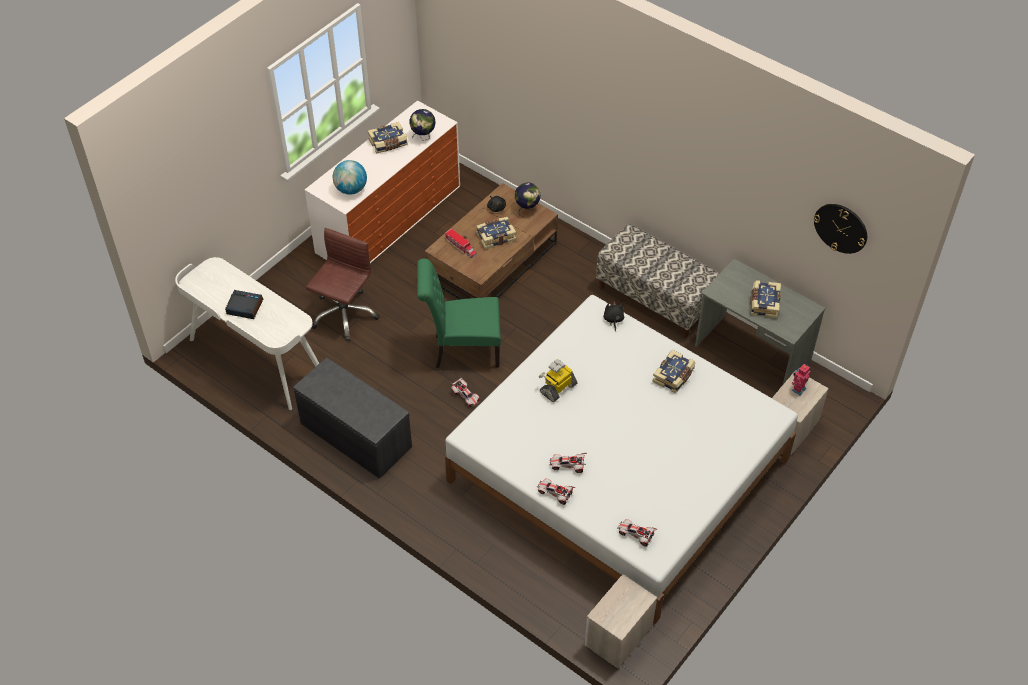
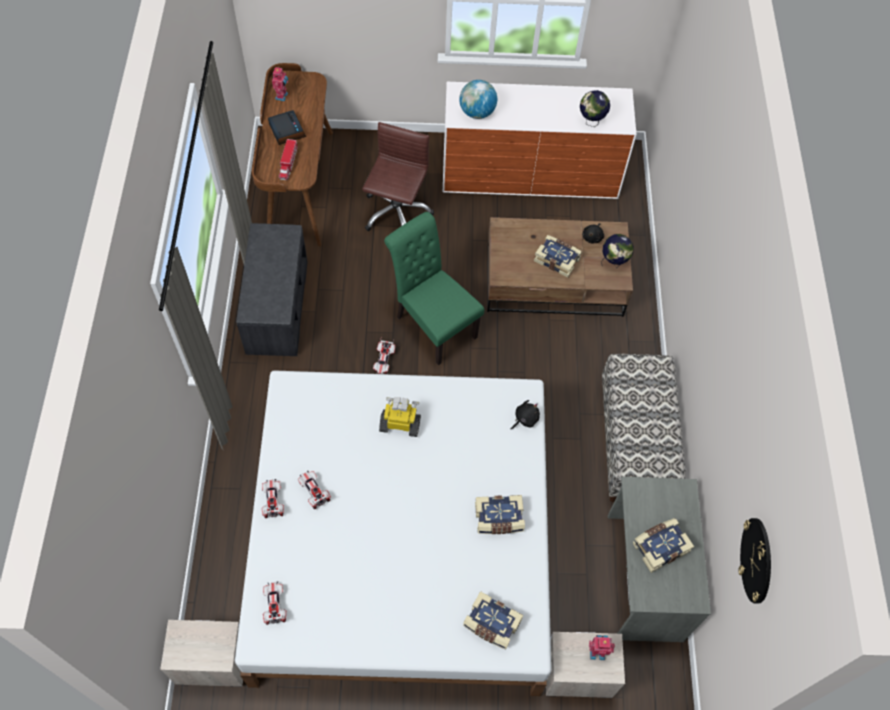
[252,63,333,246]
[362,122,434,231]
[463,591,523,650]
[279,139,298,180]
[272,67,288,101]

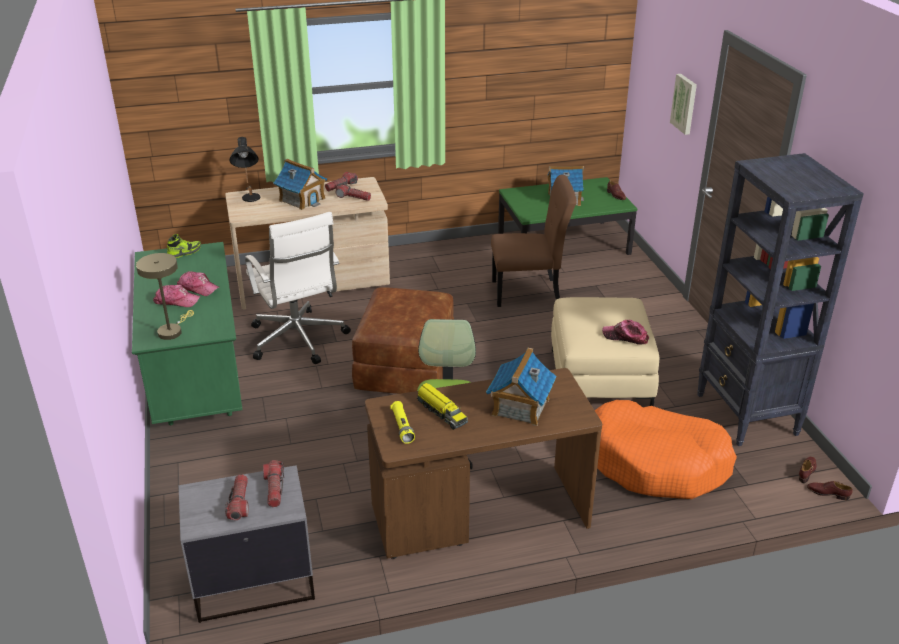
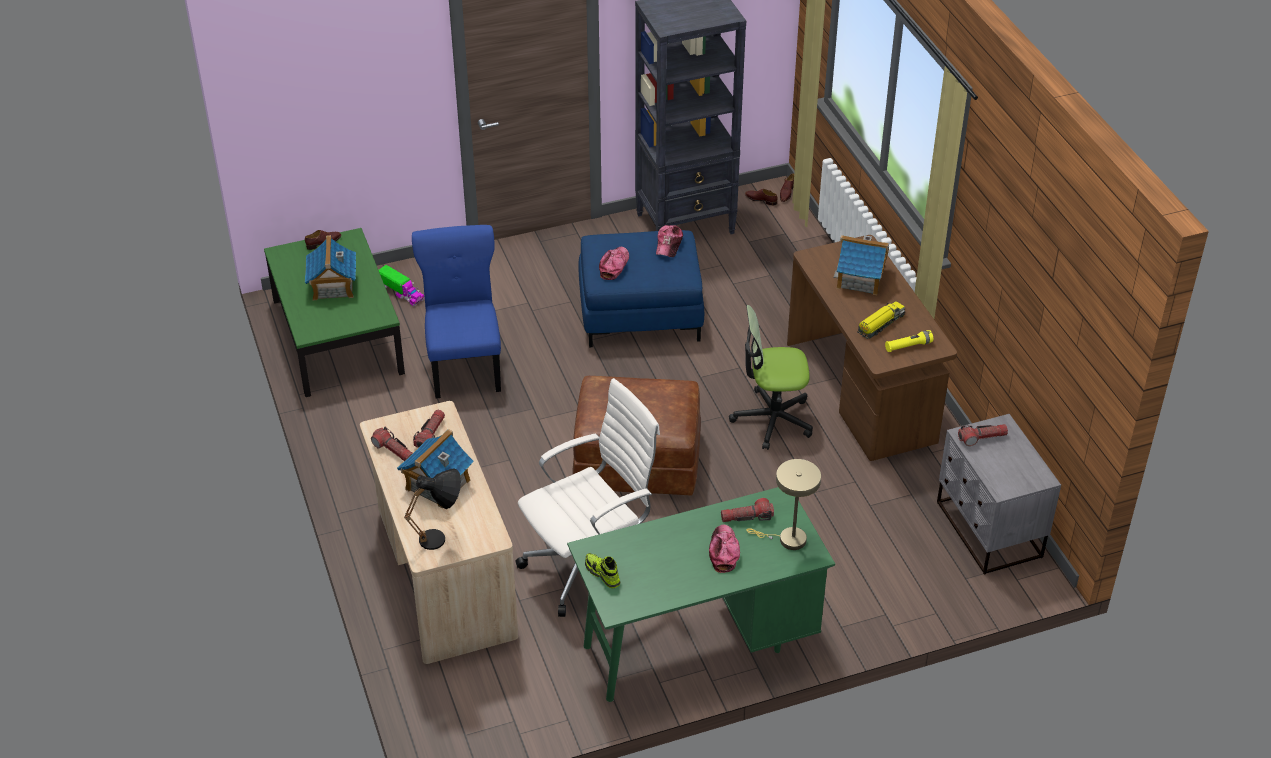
[599,247,629,280]
[721,498,774,522]
[412,225,501,398]
[578,230,704,347]
[595,400,737,499] (first image)
[670,74,697,135] (first image)
[379,265,425,306]

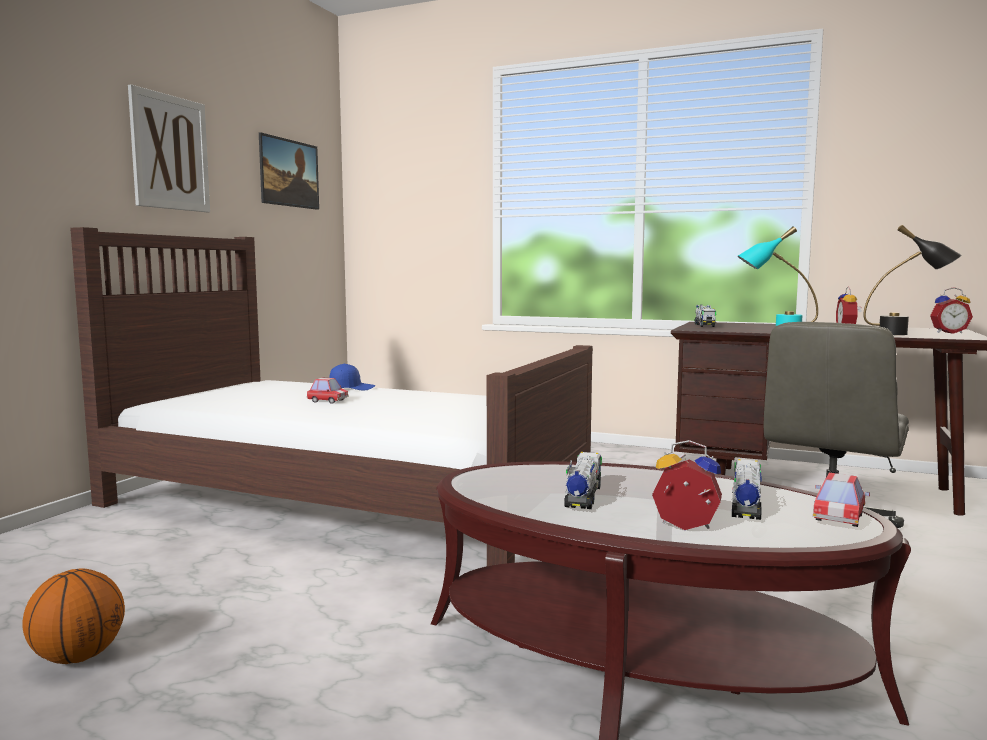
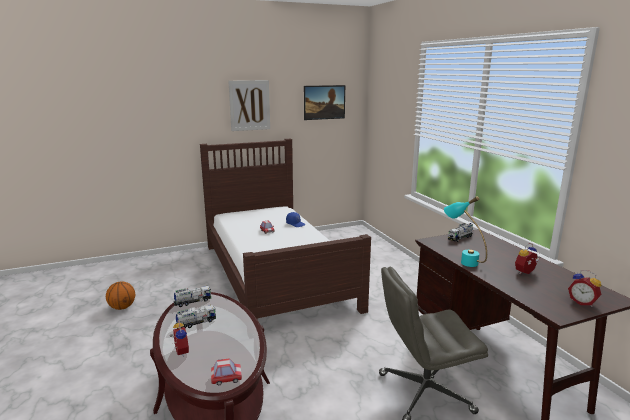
[173,286,211,307]
[863,225,961,335] (first image)

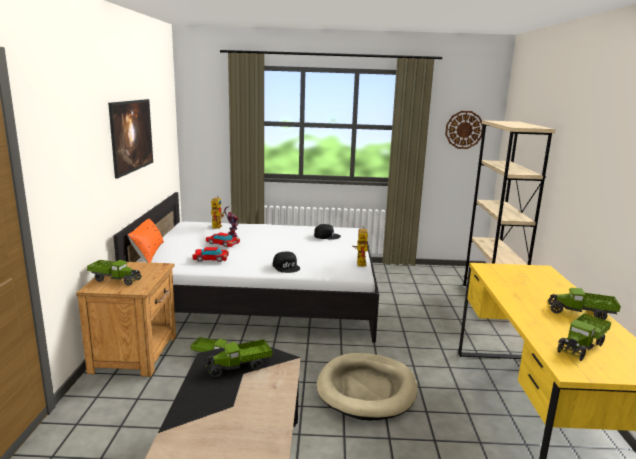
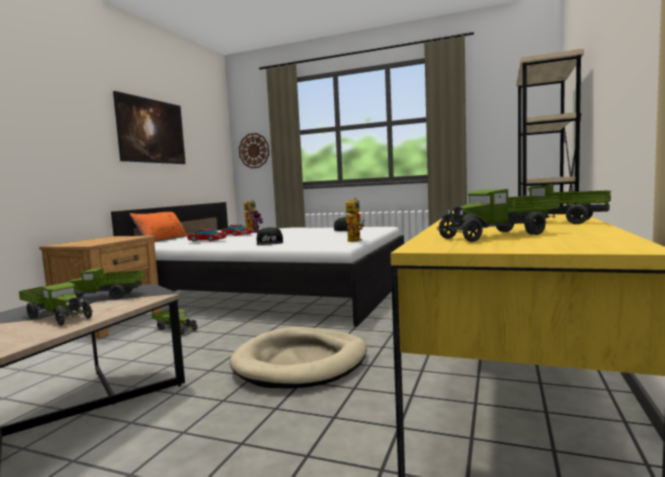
[19,282,93,326]
[239,133,269,168]

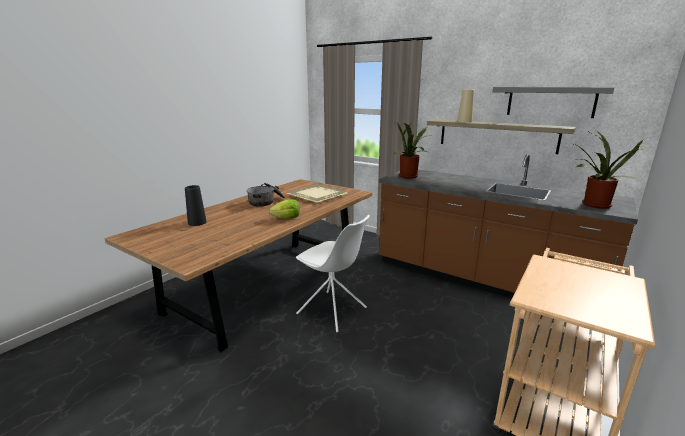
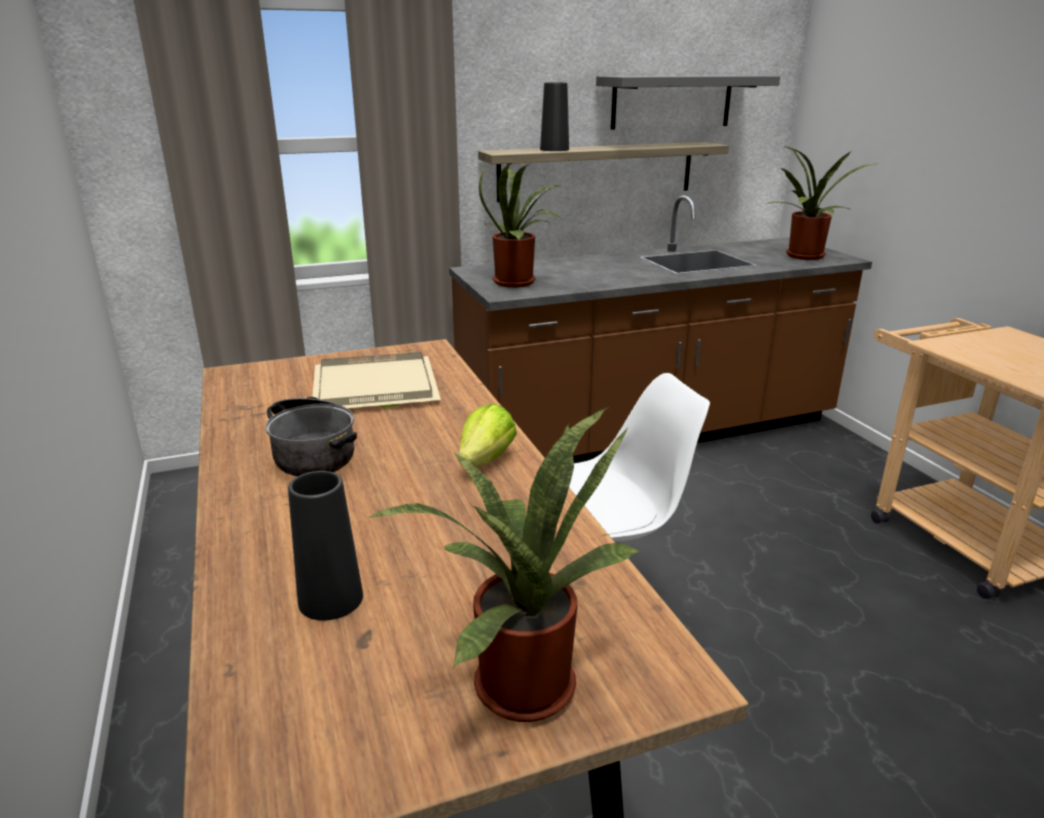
[540,82,569,151]
[370,407,641,722]

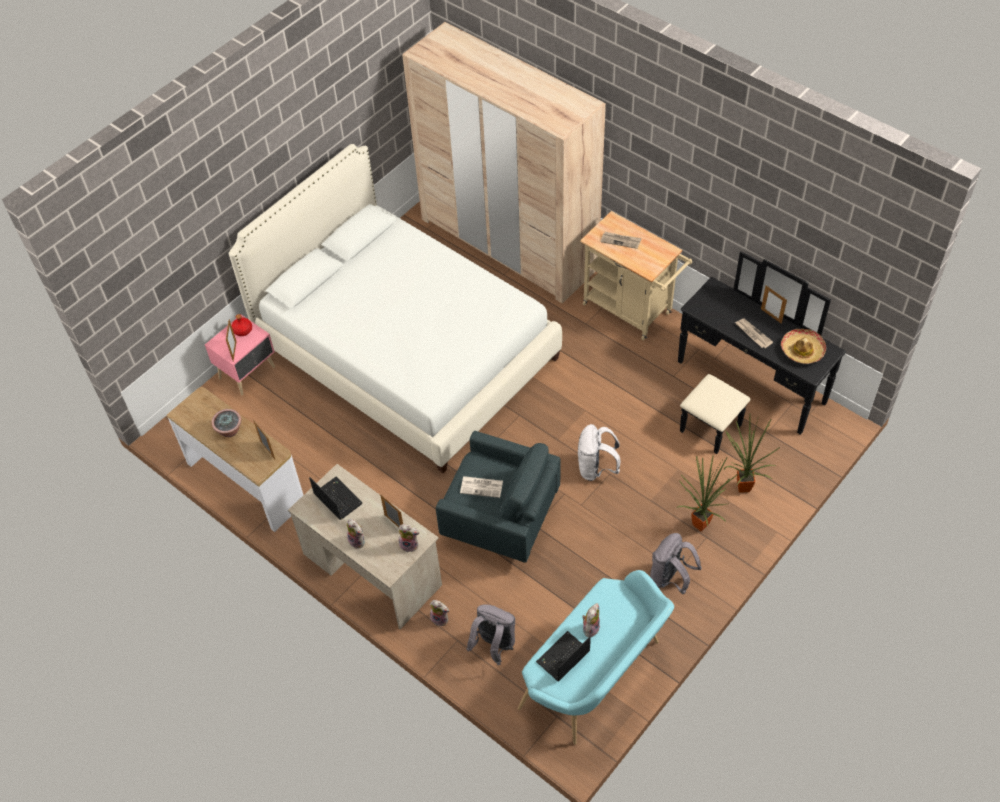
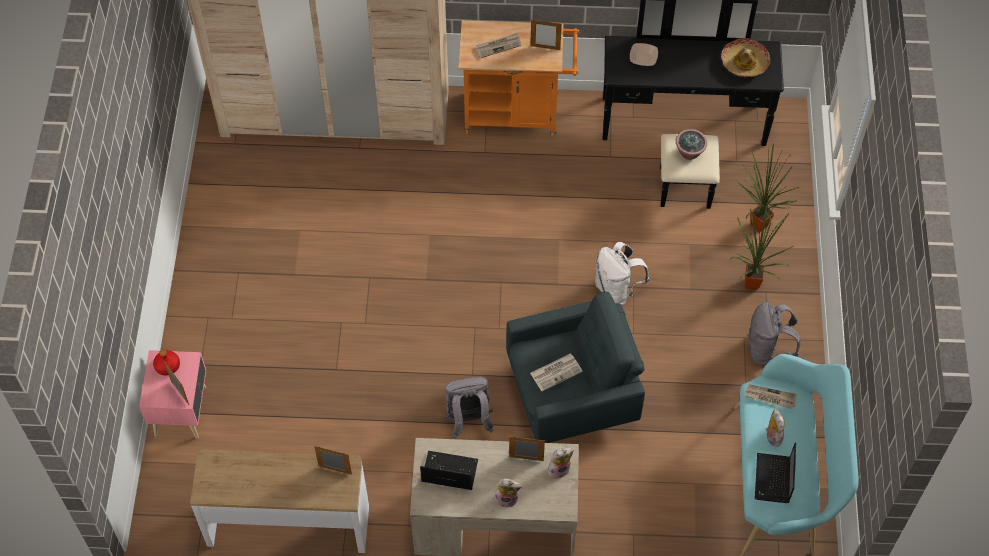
[676,129,707,160]
[229,144,562,473] (first image)
[430,600,449,626] (first image)
[445,377,493,439]
[458,20,579,137]
[745,384,797,409]
[530,19,562,50]
[630,43,658,66]

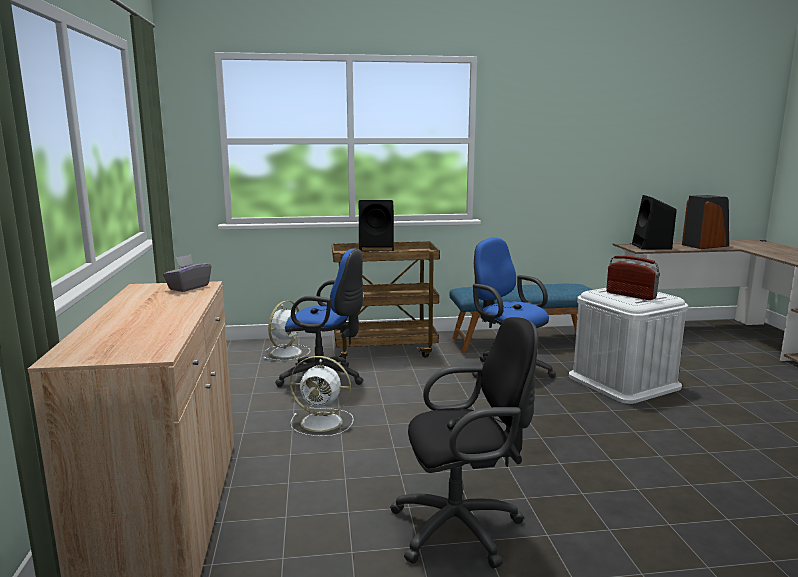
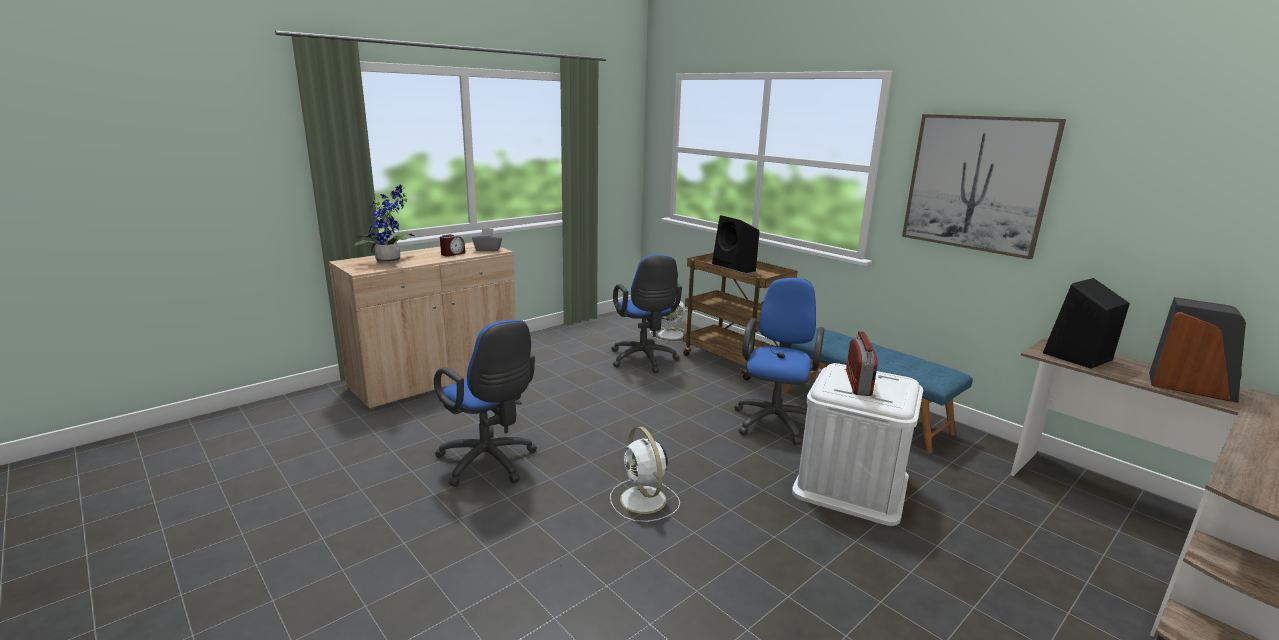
[610,426,680,522]
[434,320,537,487]
[354,185,415,264]
[440,234,465,257]
[902,114,1066,259]

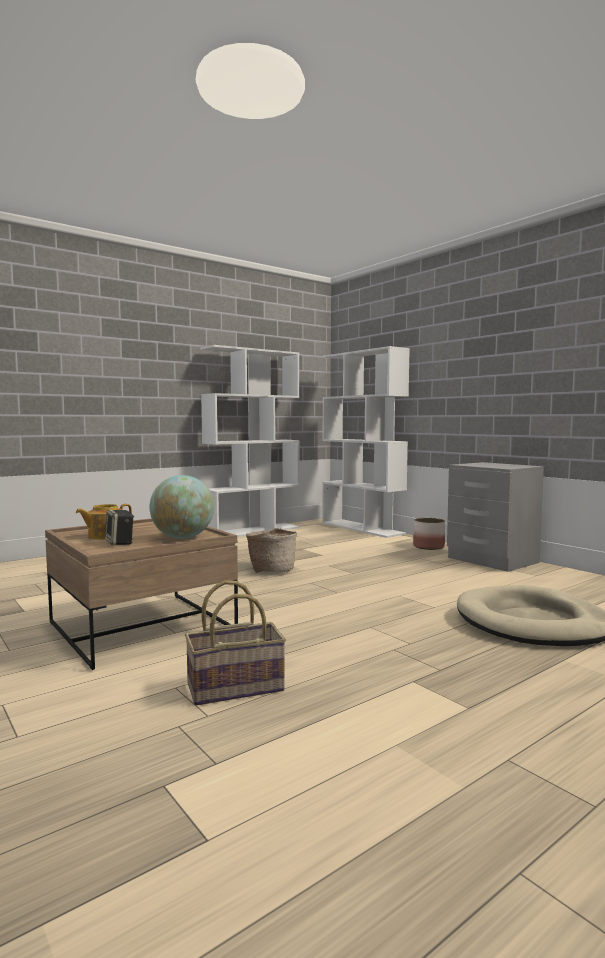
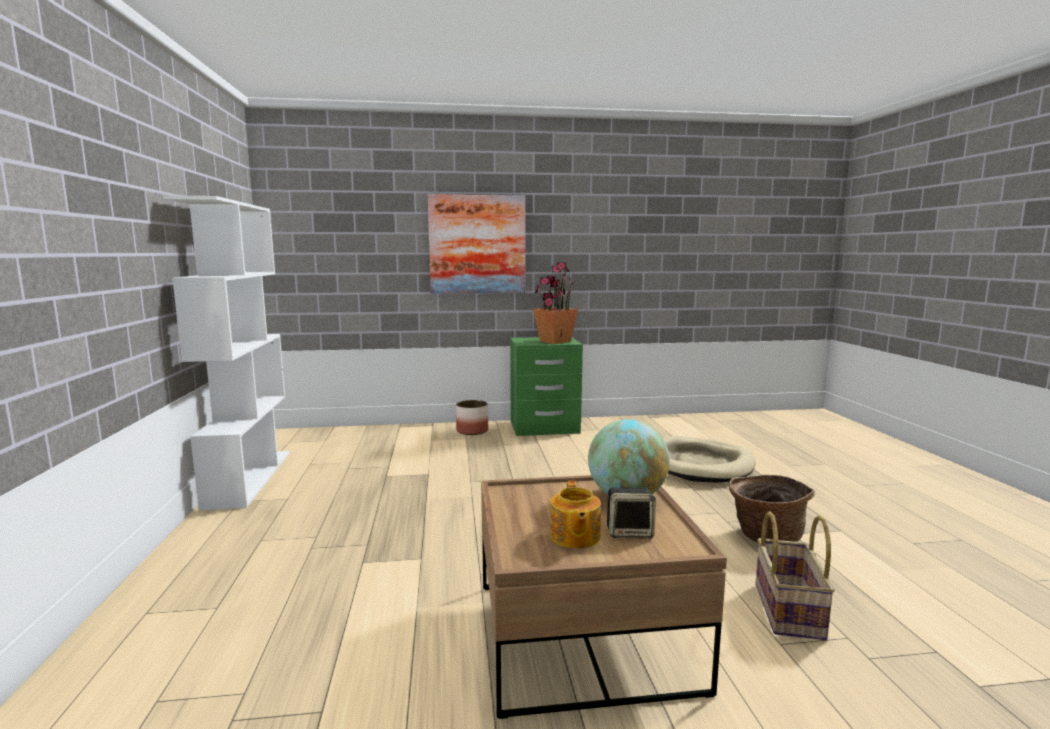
[729,475,815,543]
[322,346,410,538] (first image)
[510,337,583,436]
[428,194,525,294]
[533,262,578,344]

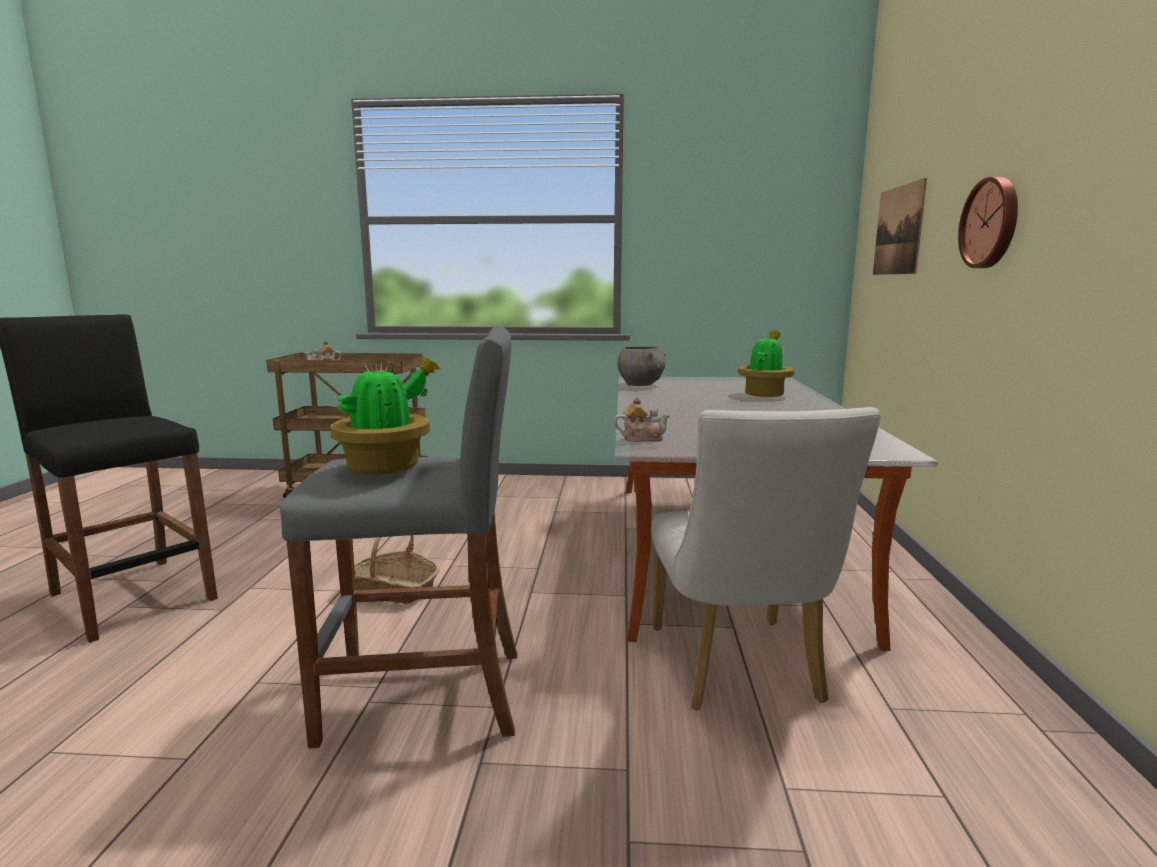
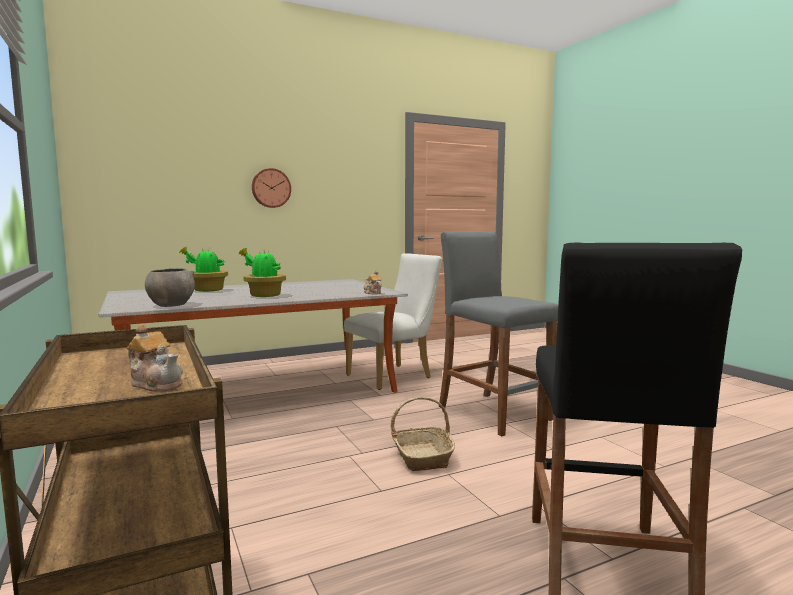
[238,248,286,297]
[873,178,927,275] (first image)

